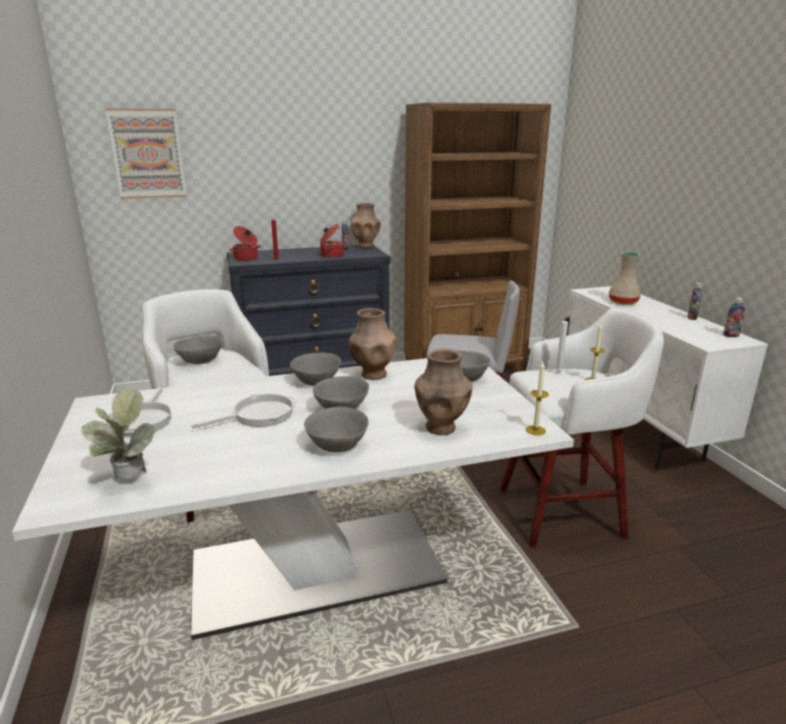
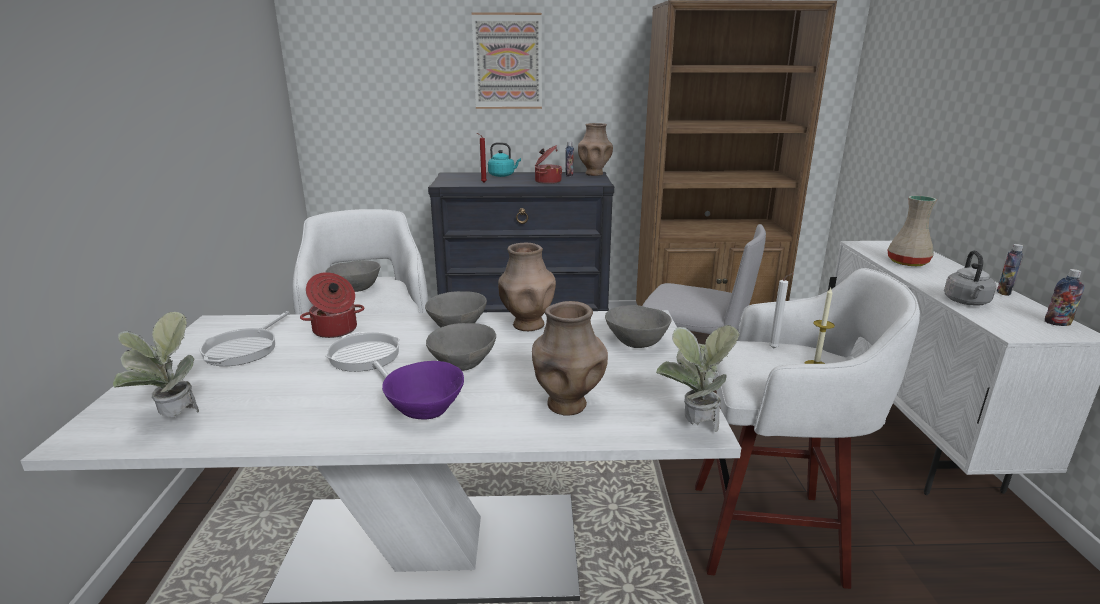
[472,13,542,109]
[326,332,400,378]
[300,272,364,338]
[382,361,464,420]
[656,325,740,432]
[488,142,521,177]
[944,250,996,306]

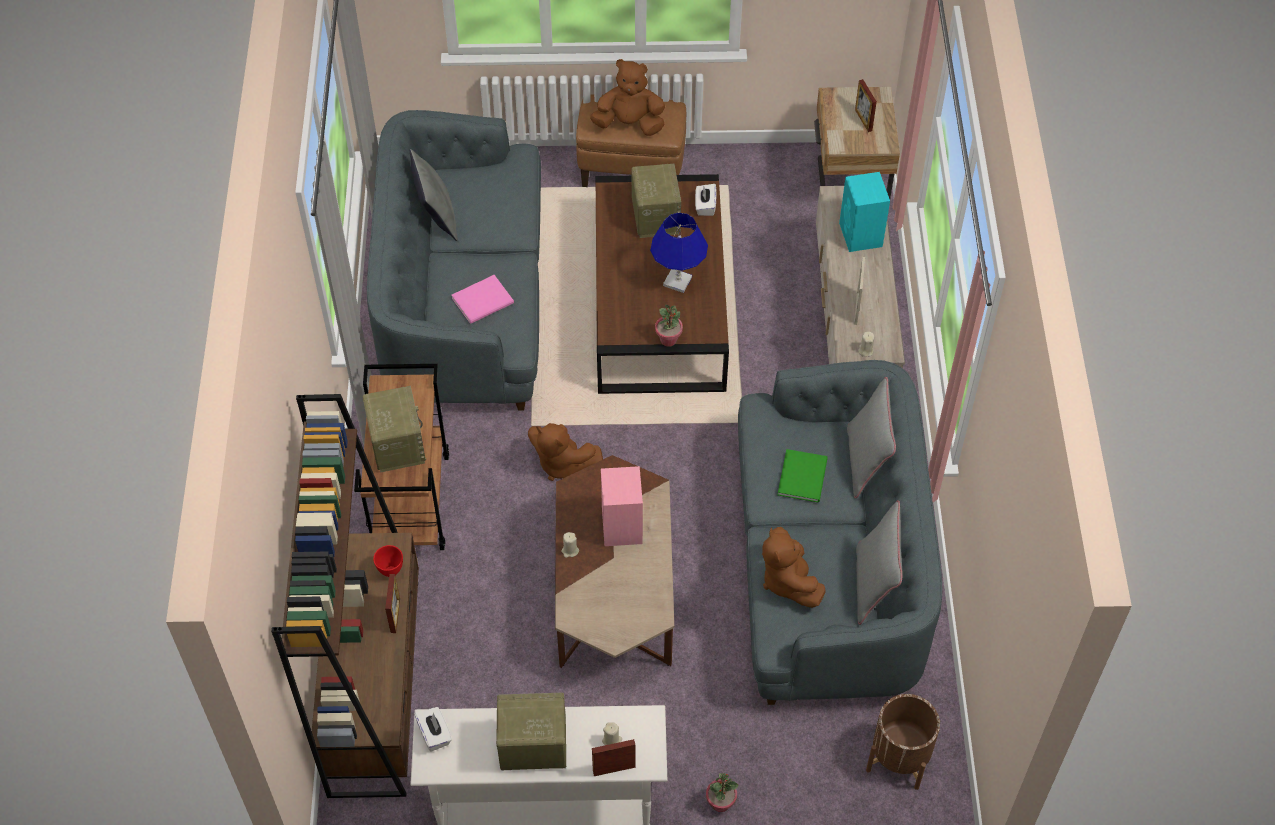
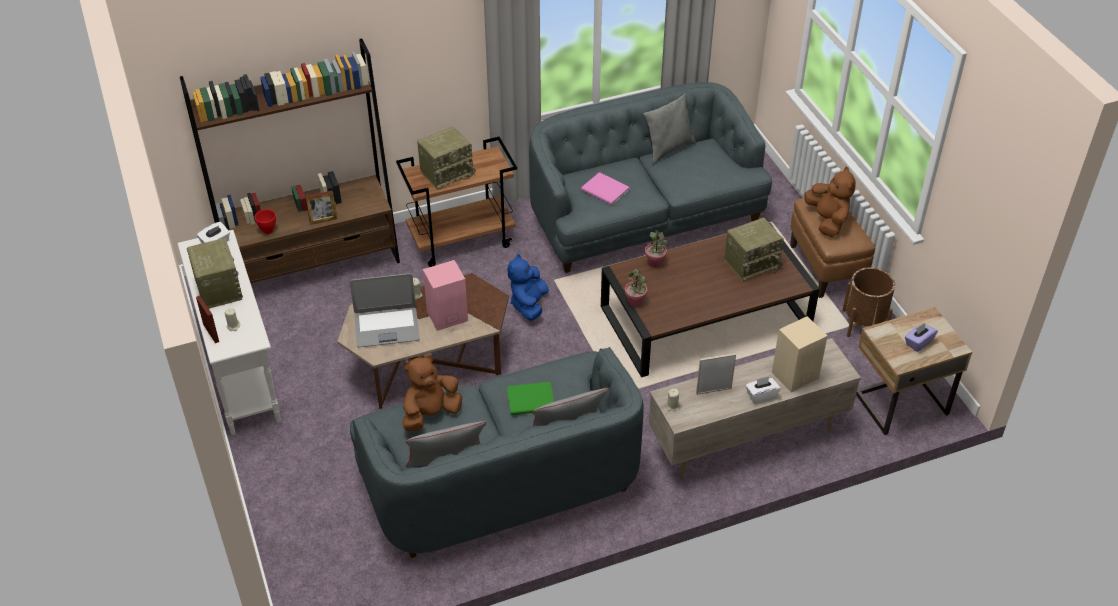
[255,209,276,234]
[507,254,549,321]
[650,213,708,293] (first image)
[746,377,780,403]
[645,230,667,268]
[772,316,827,392]
[905,323,938,352]
[842,267,895,337]
[350,273,420,347]

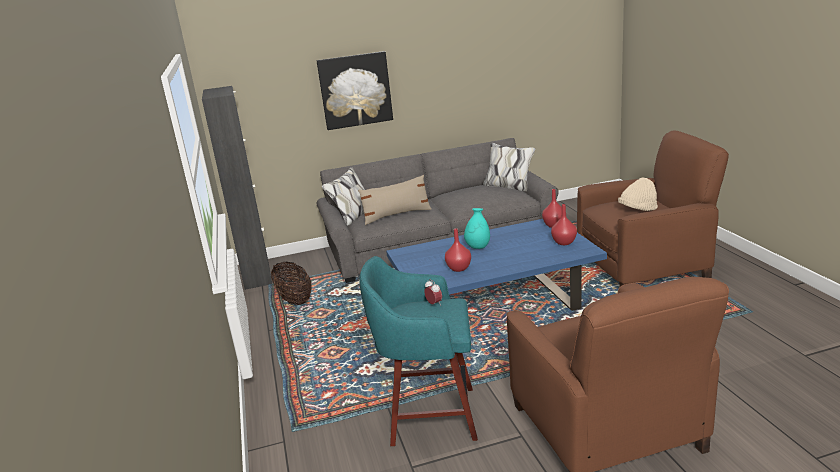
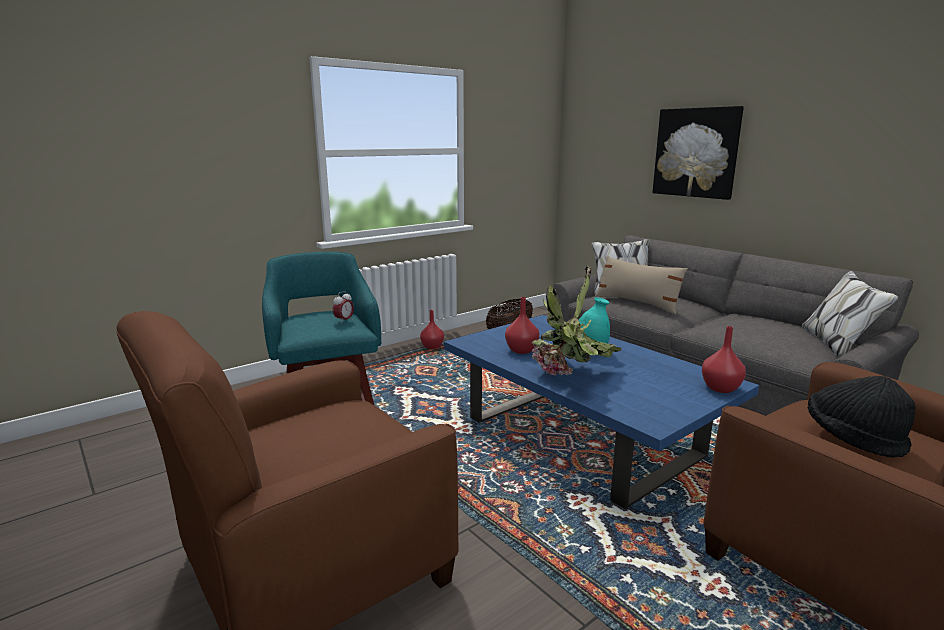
[202,86,272,290] (first image)
[420,310,444,349]
[808,376,915,458]
[531,266,622,375]

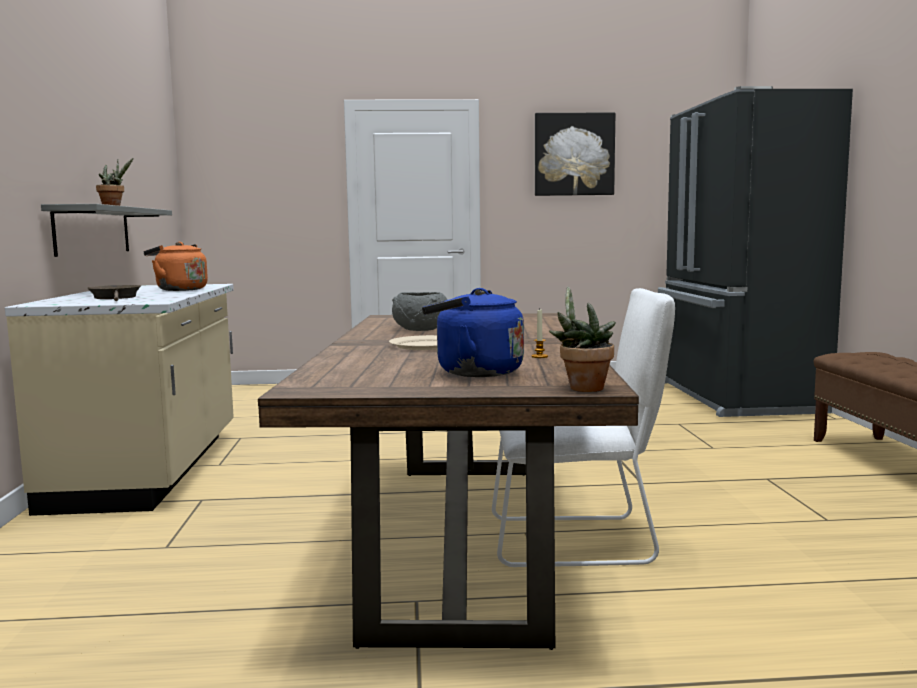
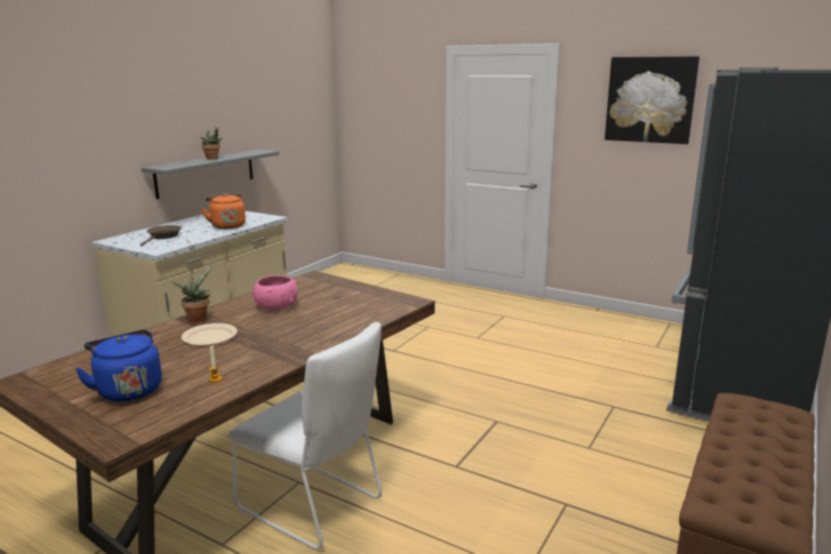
[253,275,298,311]
[172,265,213,322]

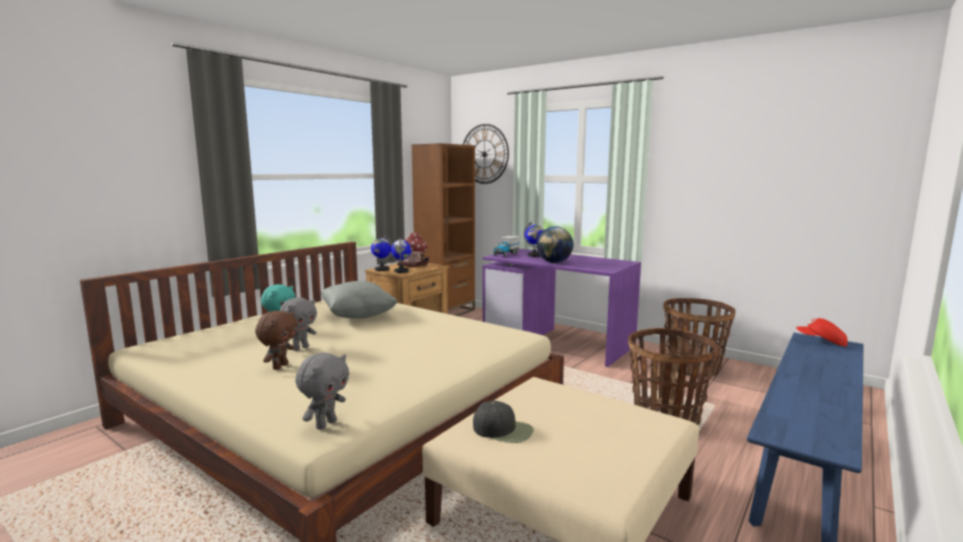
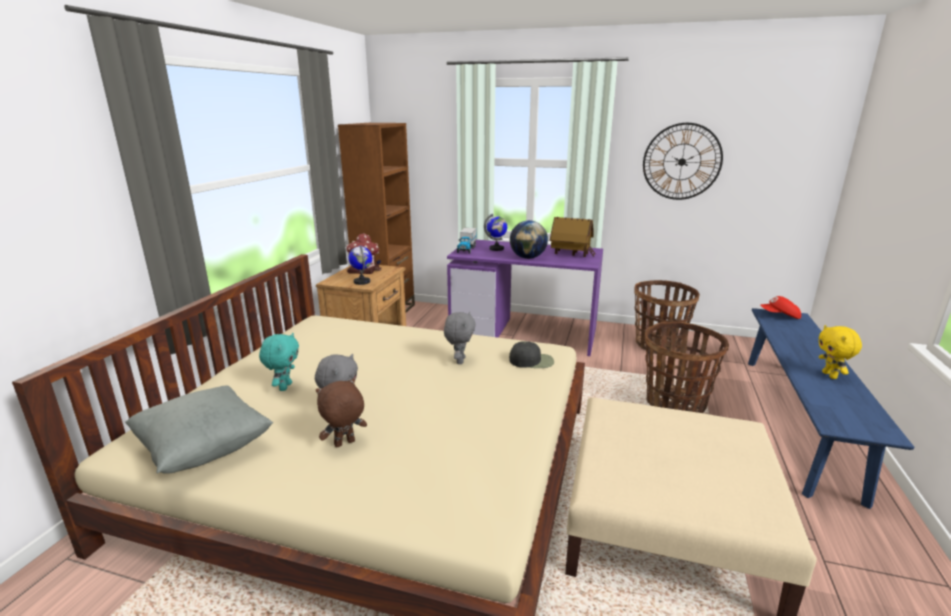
[316,378,367,448]
[444,312,476,364]
[125,386,273,474]
[371,236,393,271] (first image)
[643,123,723,200]
[509,341,554,368]
[550,217,596,257]
[818,325,862,379]

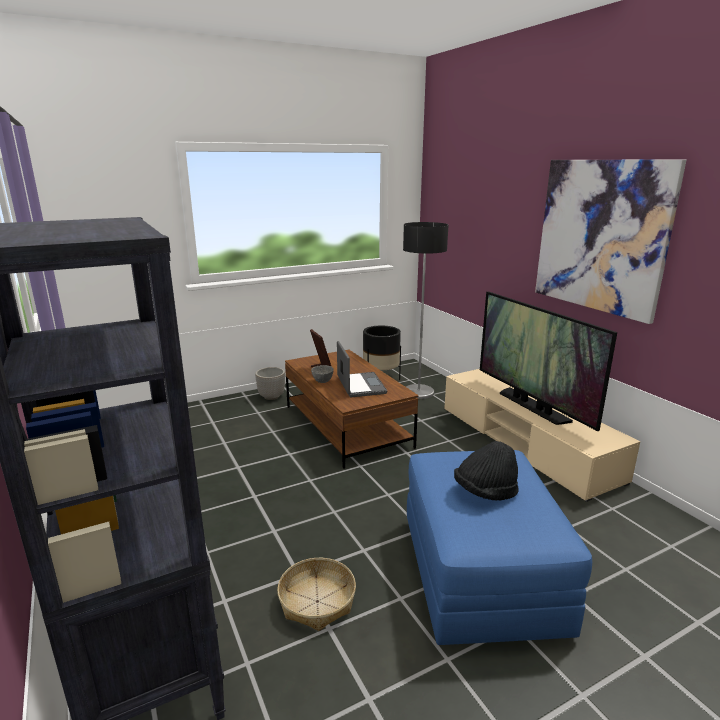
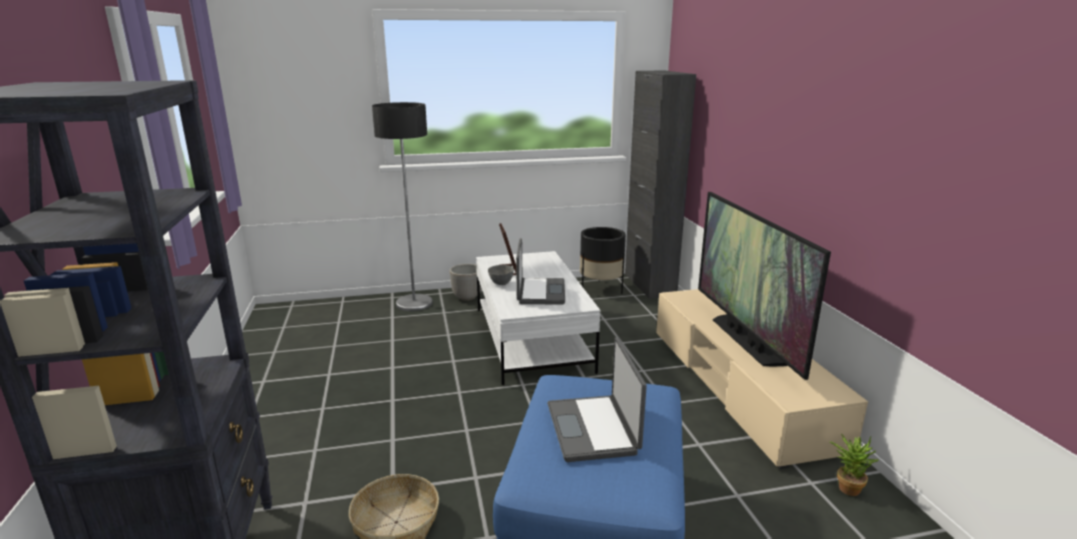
[476,251,601,385]
[372,102,433,311]
[547,337,647,462]
[535,159,686,324] (first image)
[625,71,696,299]
[829,433,879,496]

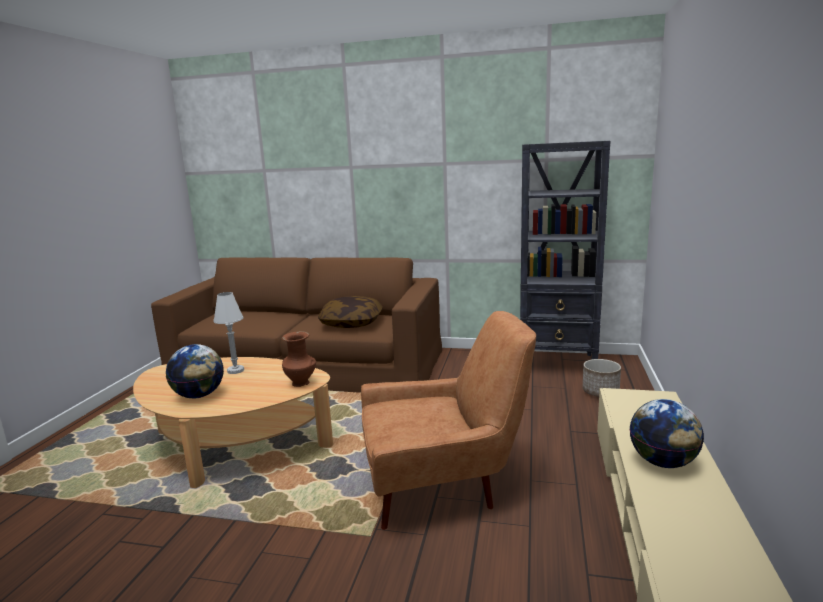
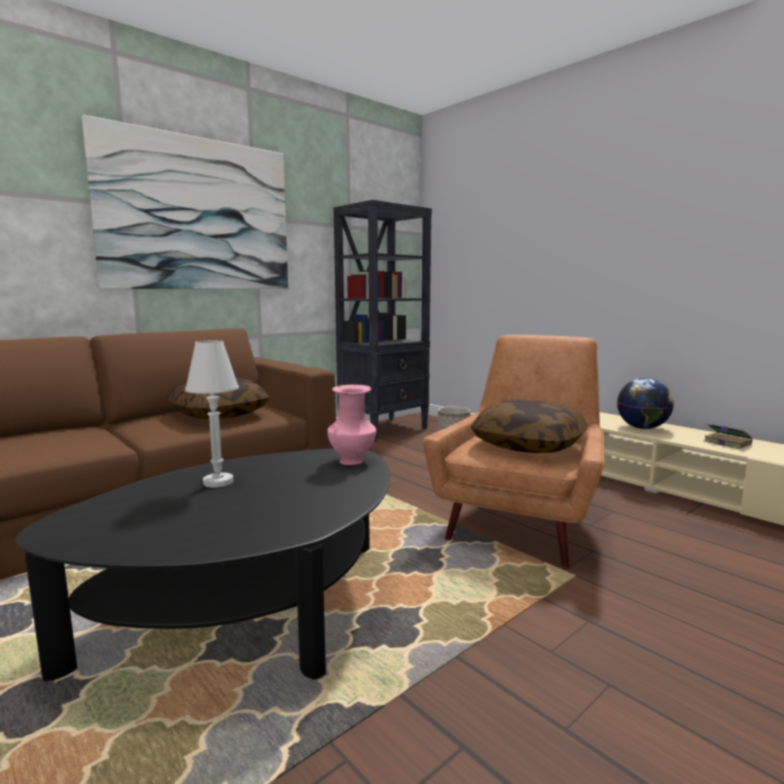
[15,448,390,681]
[166,344,224,398] (first image)
[327,384,377,465]
[82,115,288,289]
[471,400,588,453]
[704,423,753,449]

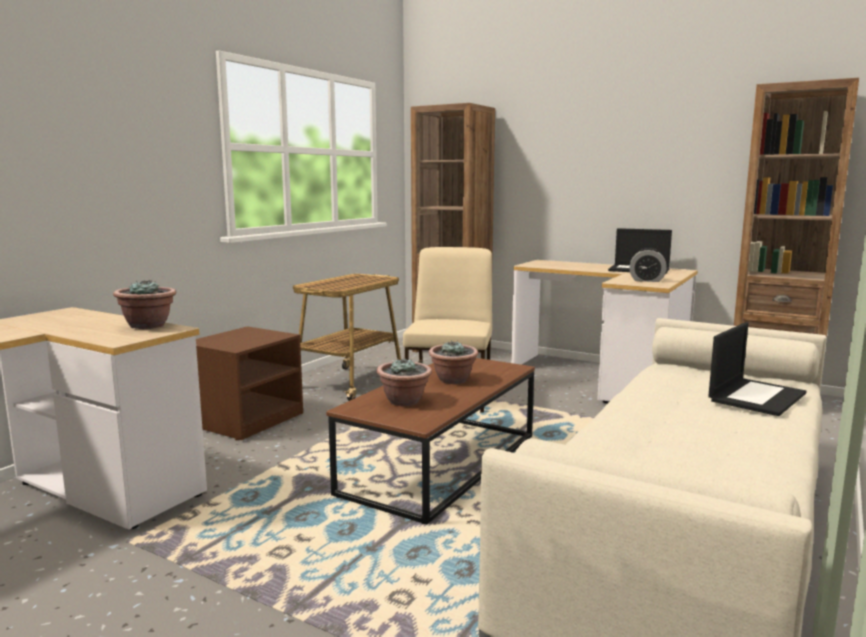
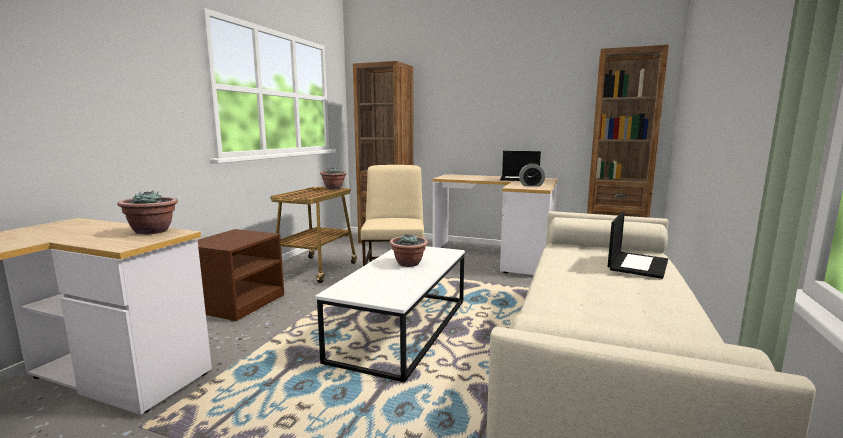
[315,246,465,382]
[320,167,347,189]

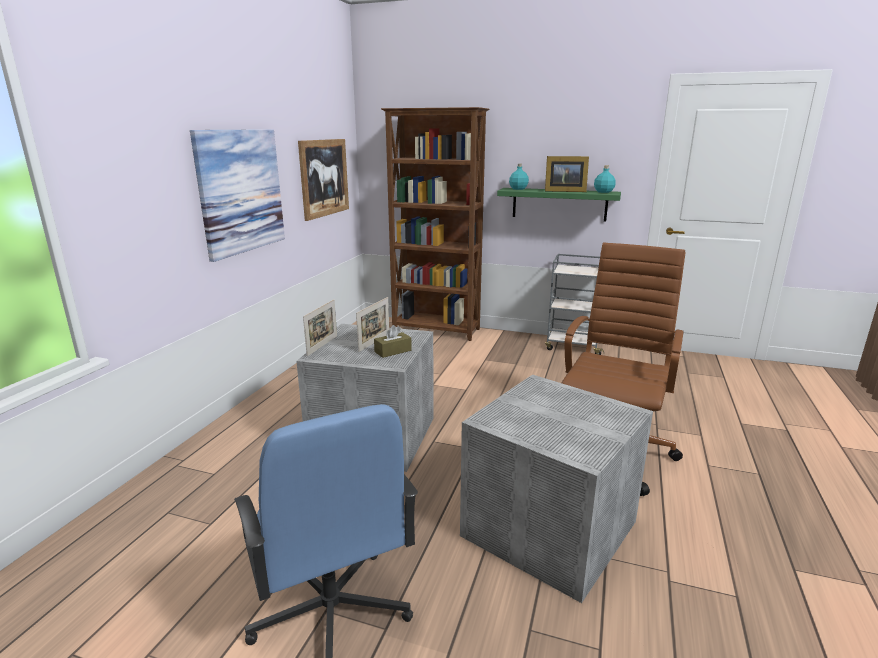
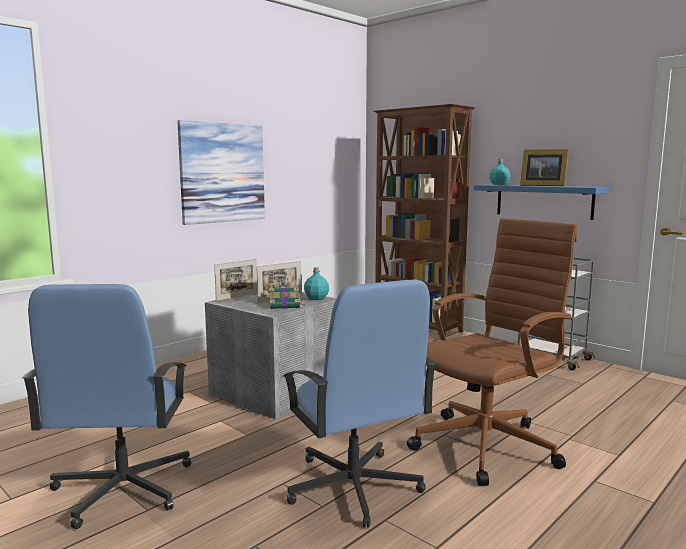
[298,139,349,221] (first image)
[269,287,305,309]
[283,279,437,527]
[474,184,609,220]
[304,267,329,300]

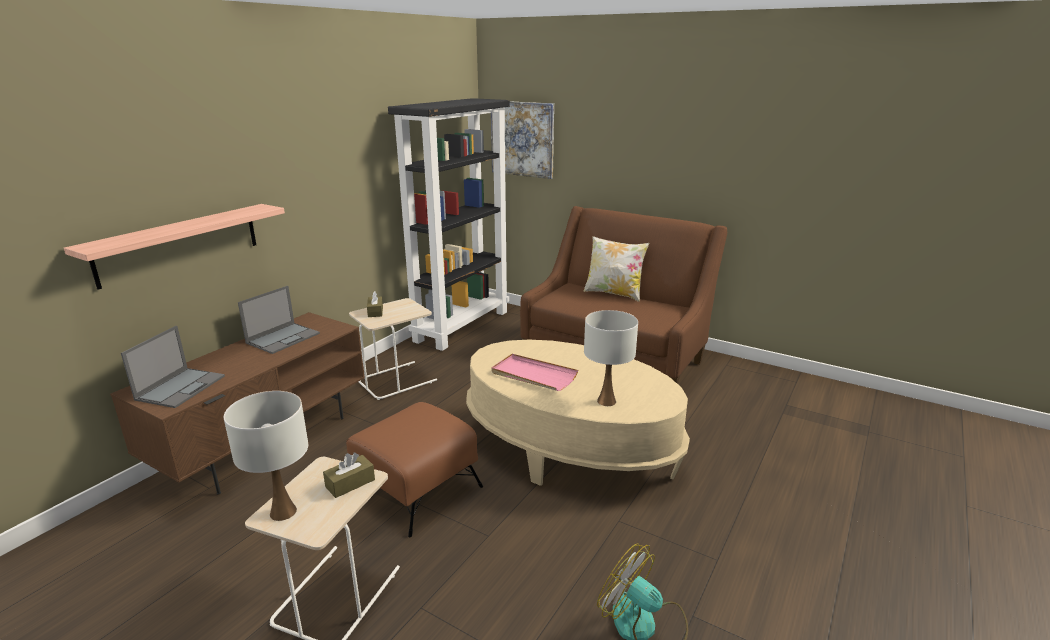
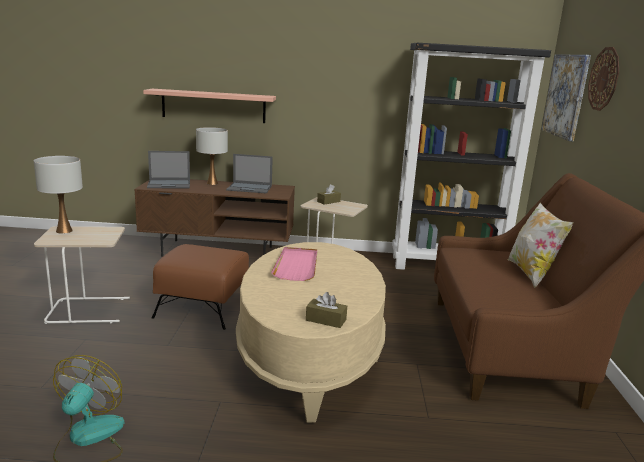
[306,292,347,328]
[196,127,228,185]
[588,47,619,111]

